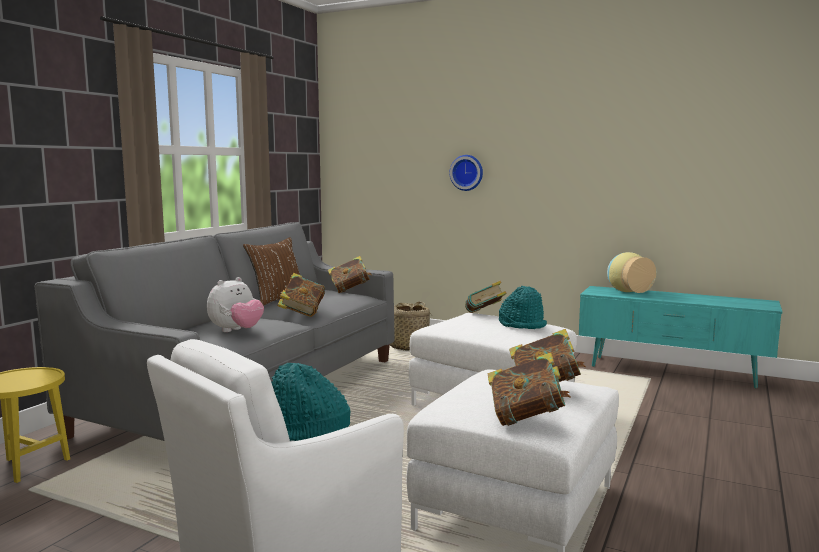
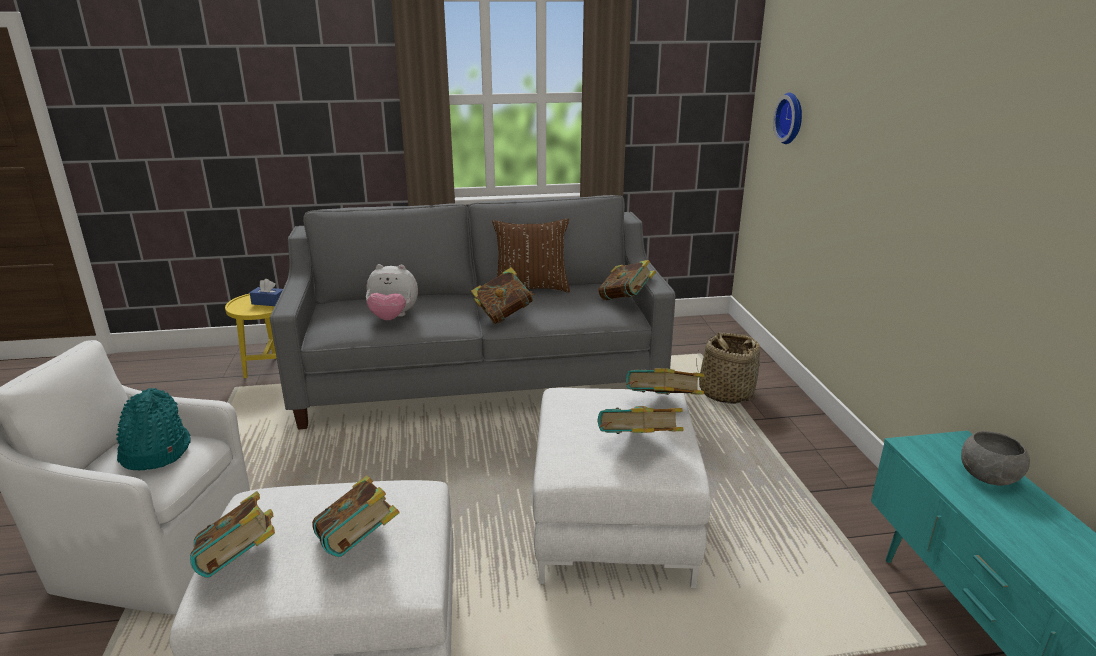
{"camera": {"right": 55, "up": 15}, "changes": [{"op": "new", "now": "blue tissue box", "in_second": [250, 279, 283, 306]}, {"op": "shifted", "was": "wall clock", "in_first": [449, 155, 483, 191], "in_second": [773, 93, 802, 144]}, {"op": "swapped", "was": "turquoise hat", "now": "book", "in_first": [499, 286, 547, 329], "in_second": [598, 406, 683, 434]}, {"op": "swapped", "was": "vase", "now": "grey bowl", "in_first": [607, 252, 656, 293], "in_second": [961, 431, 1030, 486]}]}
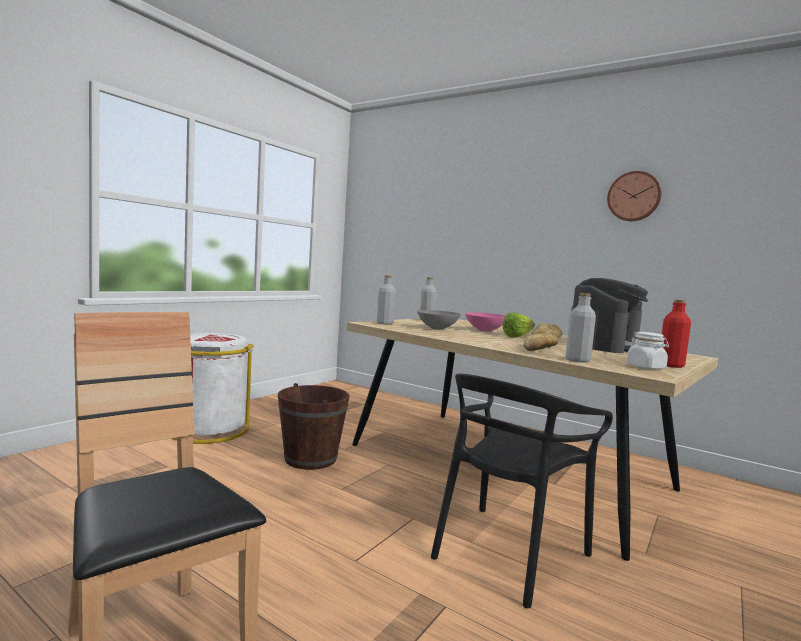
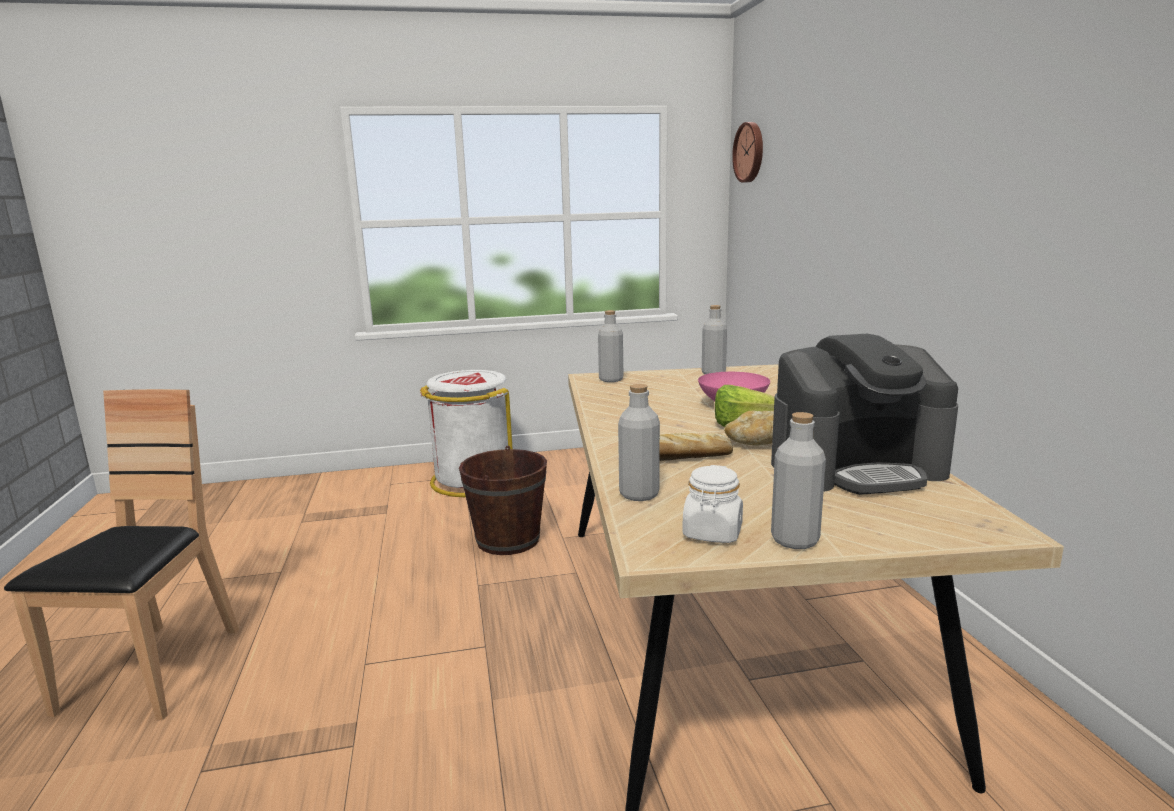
{"camera": {"right": 45, "up": 10}, "changes": [{"op": "gone", "was": "grey bowl", "in_first": [417, 310, 461, 330]}, {"op": "gone", "was": "black chair", "in_first": [431, 374, 613, 608]}, {"op": "shifted", "was": "wall clock", "in_first": [607, 171, 661, 221], "in_second": [732, 122, 763, 182]}, {"op": "repainted", "was": "red bottle", "now": "grey bottle", "in_first": [662, 299, 691, 368], "in_second": [771, 412, 826, 549]}]}
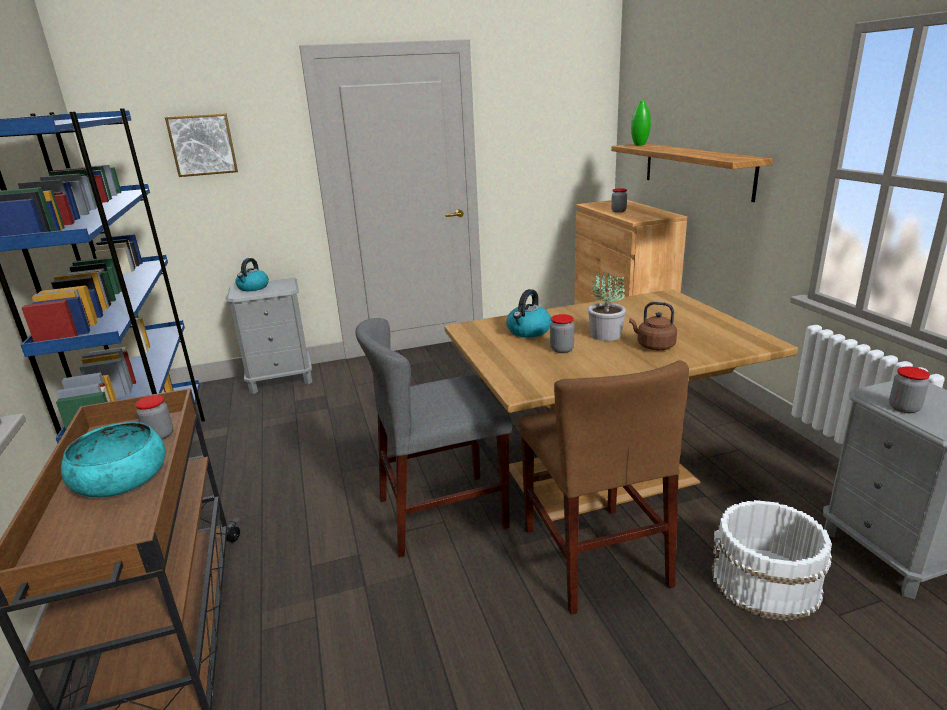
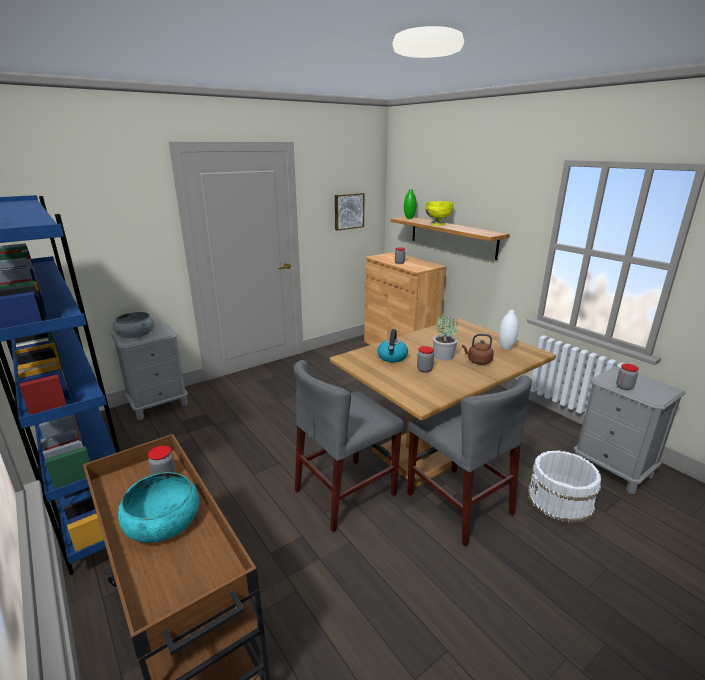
{"camera": {"right": -20, "up": 0}, "changes": [{"op": "new", "now": "yellow bowl", "in_second": [425, 201, 454, 226]}, {"op": "new", "now": "white vase", "in_second": [499, 310, 519, 350]}, {"op": "shifted", "was": "picture", "in_first": [165, 113, 238, 177], "in_second": [335, 193, 365, 231]}, {"op": "swapped", "was": "kettle", "now": "grey bowl", "in_first": [235, 258, 269, 291], "in_second": [113, 312, 154, 338]}, {"op": "repainted", "was": "brown chair", "now": "grey chair", "in_first": [518, 360, 689, 615], "in_second": [407, 375, 532, 547]}]}
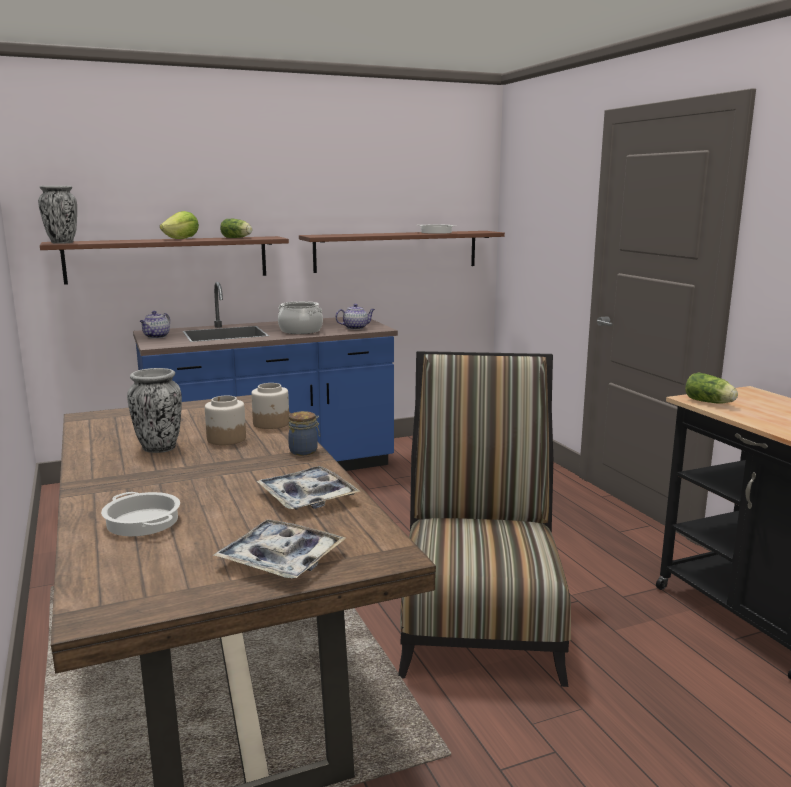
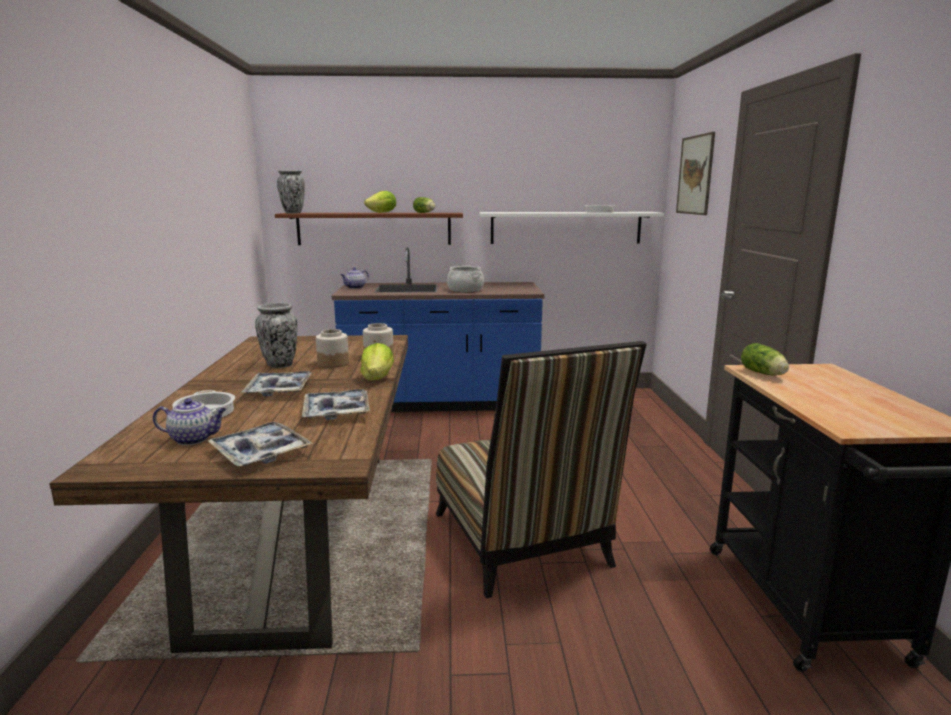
{"camera": {"right": 20, "up": 0}, "changes": [{"op": "new", "now": "tray", "in_second": [242, 371, 313, 396]}, {"op": "new", "now": "picture", "in_second": [676, 132, 715, 215]}, {"op": "shifted", "was": "teapot", "in_first": [335, 304, 375, 330], "in_second": [153, 398, 227, 445]}, {"op": "swapped", "was": "jar", "now": "lettuce", "in_first": [288, 411, 320, 455], "in_second": [361, 343, 394, 380]}, {"op": "repainted", "was": "brown shelf", "now": "white shelf", "in_first": [299, 231, 505, 273], "in_second": [479, 212, 664, 244]}, {"op": "rotated", "was": "chair", "in_first": [398, 351, 571, 687], "in_second": [436, 341, 647, 598], "clockwise": 135}]}
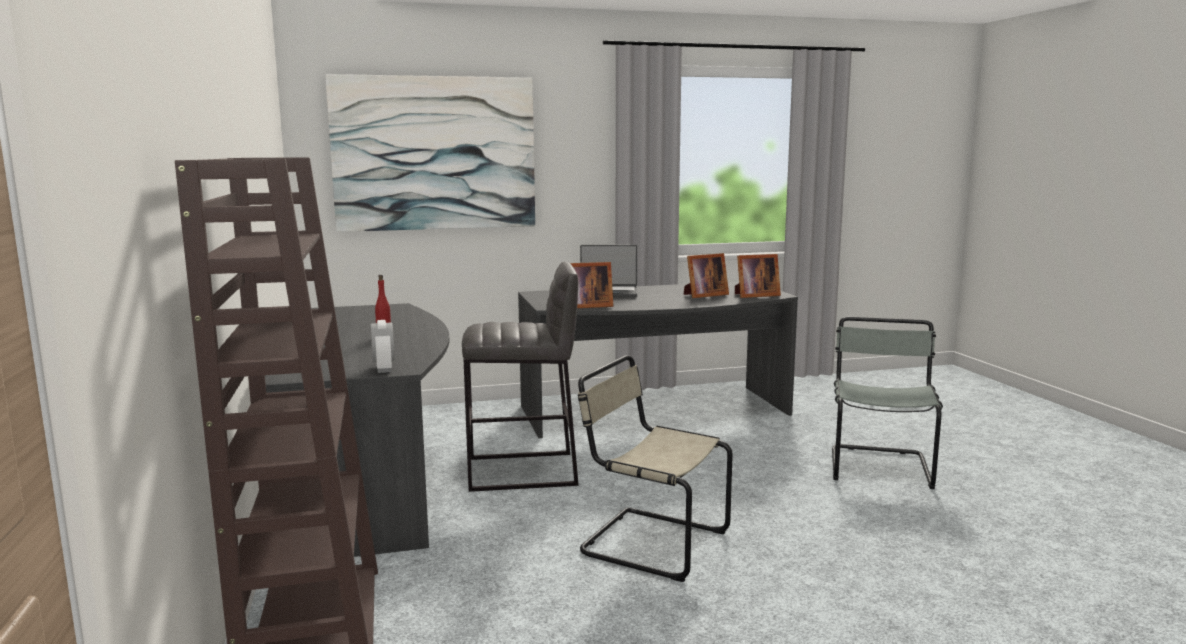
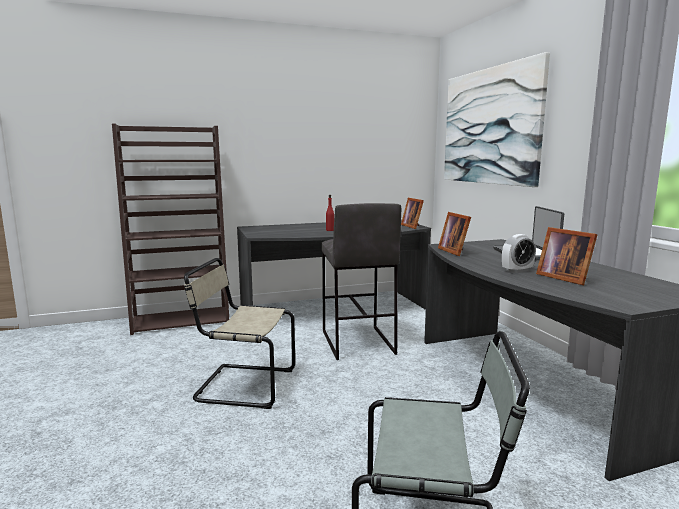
{"camera": {"right": 85, "up": 0}, "changes": [{"op": "shifted", "was": "alarm clock", "in_first": [370, 320, 395, 373], "in_second": [502, 234, 536, 273]}, {"op": "shifted", "was": "picture frame", "in_first": [735, 254, 781, 298], "in_second": [401, 198, 424, 229]}, {"op": "rotated", "was": "beige chair", "in_first": [578, 355, 733, 582], "in_second": [184, 258, 295, 409], "clockwise": -105}]}
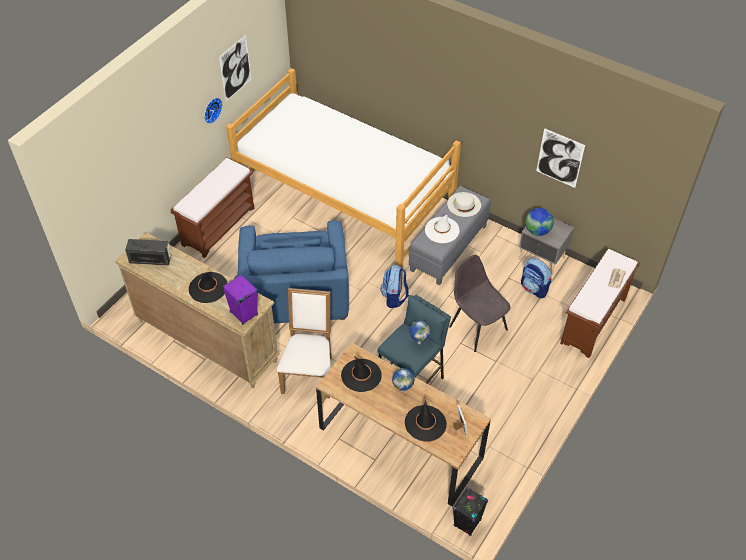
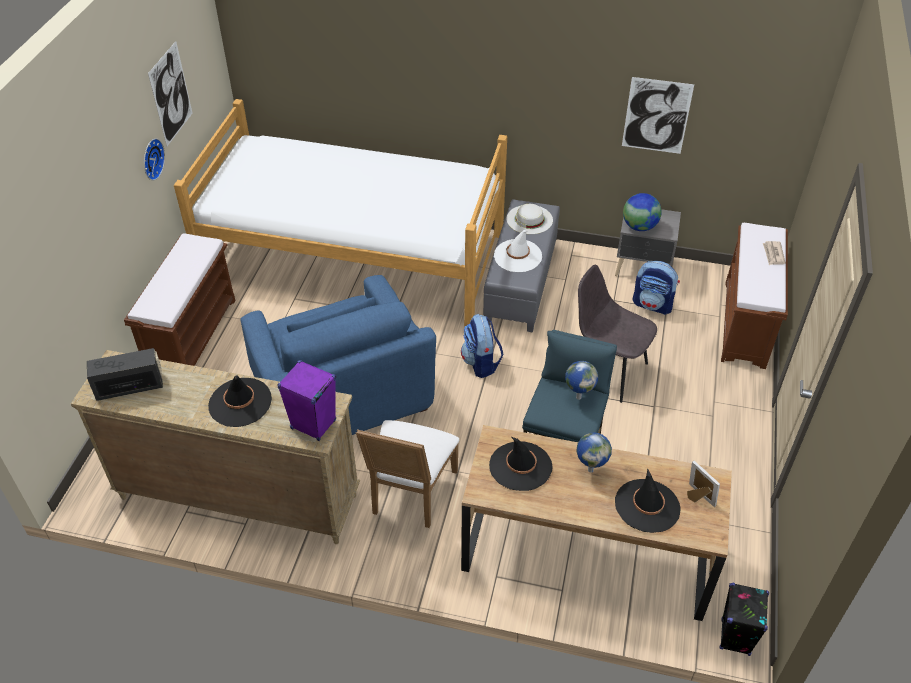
{"camera": {"right": -20, "up": -5}, "changes": [{"op": "rotated", "was": "white chair", "in_first": [277, 288, 332, 398], "in_second": [356, 420, 459, 528], "clockwise": -150}]}
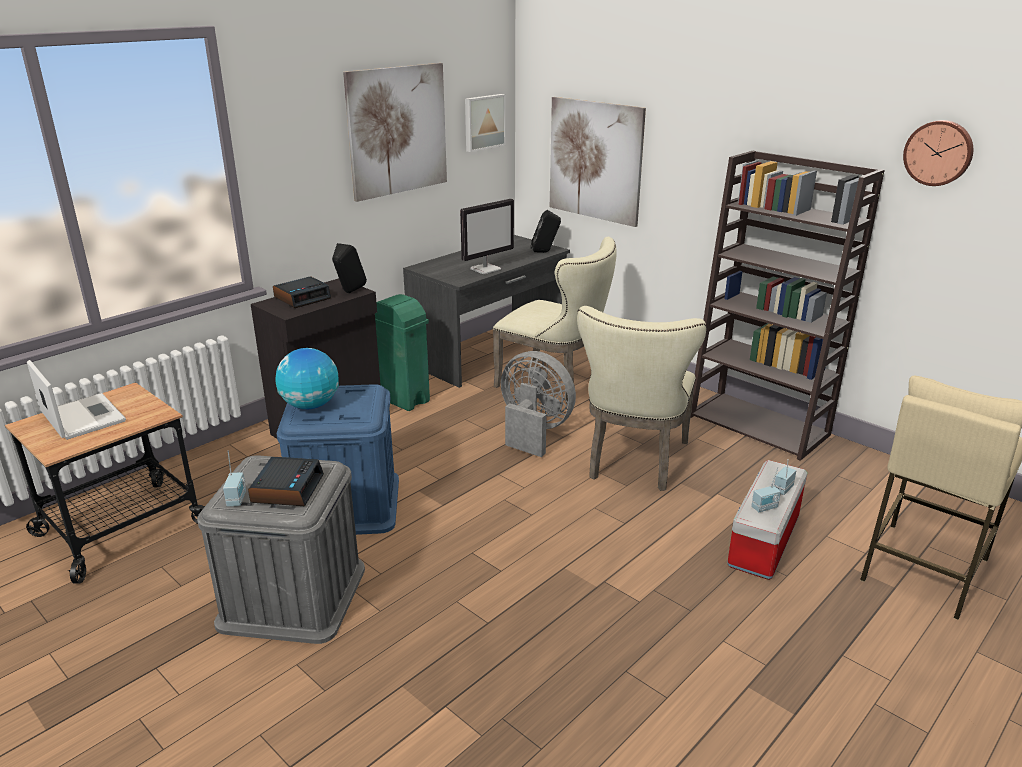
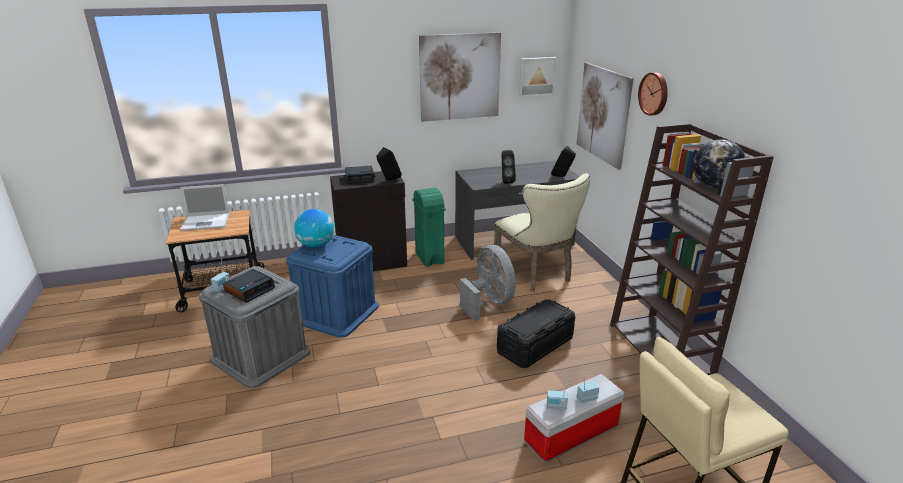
{"camera": {"right": 30, "up": 0}, "changes": [{"op": "new", "now": "globe", "in_second": [693, 139, 746, 189]}, {"op": "shifted", "was": "wall clock", "in_first": [903, 120, 973, 186], "in_second": [638, 72, 668, 116]}, {"op": "swapped", "was": "monitor", "now": "black speaker", "in_first": [460, 199, 514, 274], "in_second": [502, 150, 516, 184]}, {"op": "swapped", "was": "beige chair", "now": "black storage box", "in_first": [577, 306, 707, 491], "in_second": [497, 299, 575, 368]}, {"op": "rotated", "was": "laptop", "in_first": [27, 360, 126, 440], "in_second": [180, 184, 229, 231], "clockwise": 90}]}
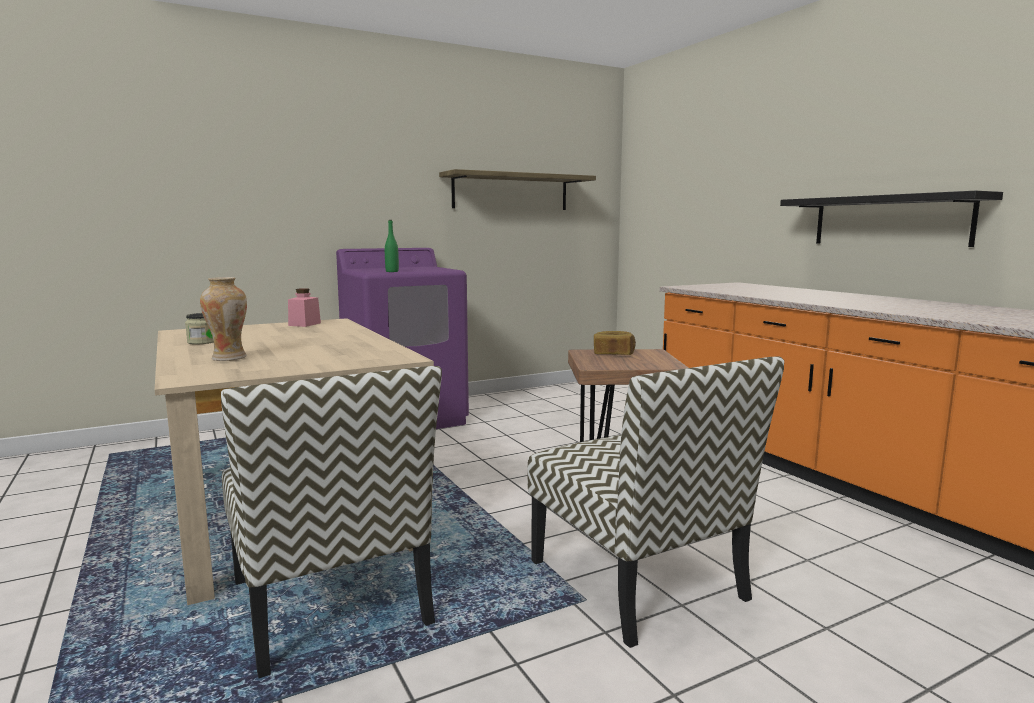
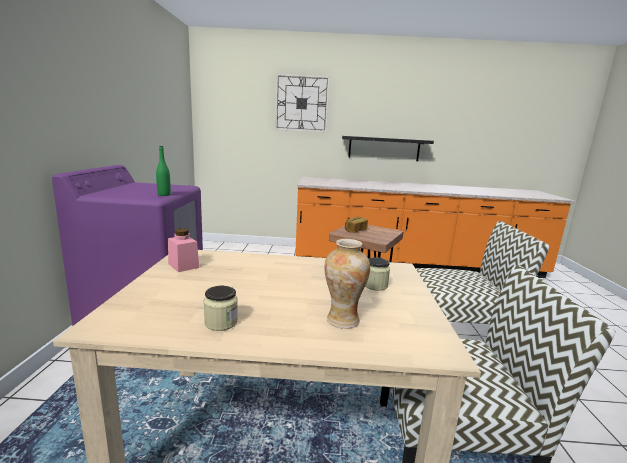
{"camera": {"right": -60, "up": 5}, "changes": [{"op": "gone", "was": "shelf", "in_first": [439, 169, 596, 210]}, {"op": "new", "now": "wall clock", "in_second": [275, 74, 330, 133]}, {"op": "new", "now": "jar", "in_second": [365, 257, 390, 291]}]}
